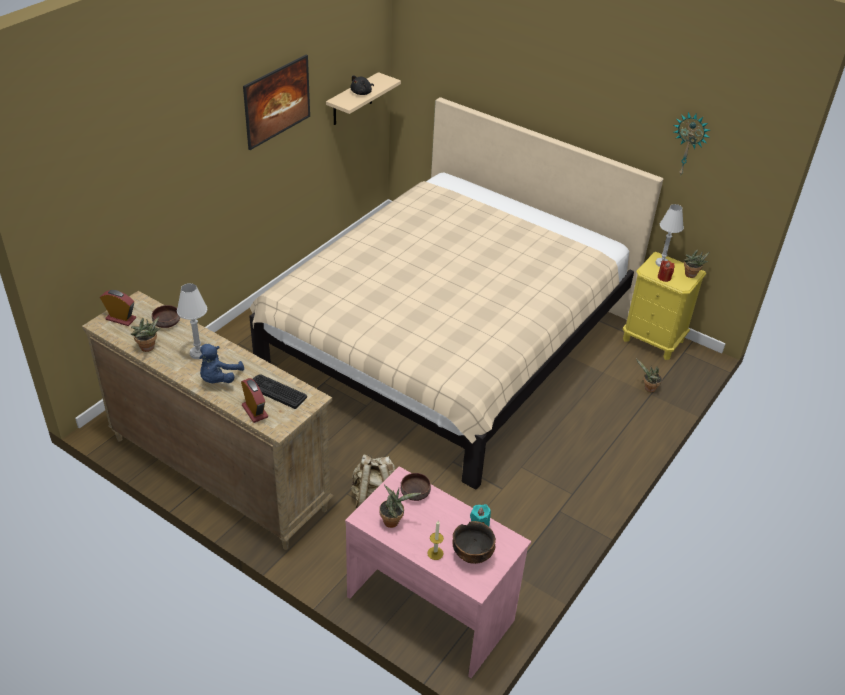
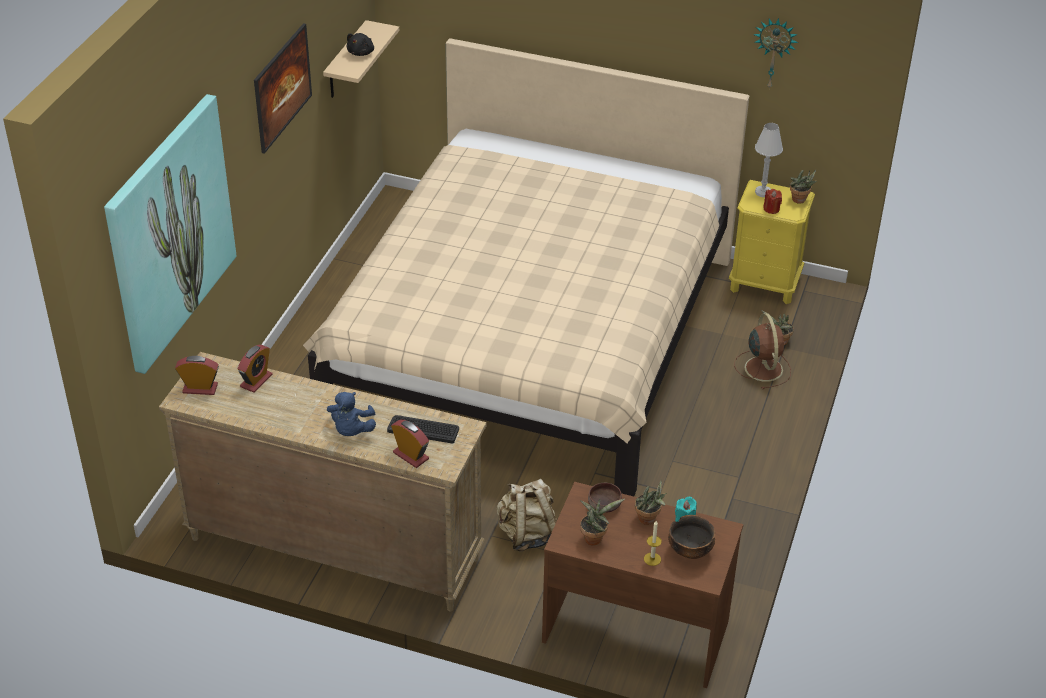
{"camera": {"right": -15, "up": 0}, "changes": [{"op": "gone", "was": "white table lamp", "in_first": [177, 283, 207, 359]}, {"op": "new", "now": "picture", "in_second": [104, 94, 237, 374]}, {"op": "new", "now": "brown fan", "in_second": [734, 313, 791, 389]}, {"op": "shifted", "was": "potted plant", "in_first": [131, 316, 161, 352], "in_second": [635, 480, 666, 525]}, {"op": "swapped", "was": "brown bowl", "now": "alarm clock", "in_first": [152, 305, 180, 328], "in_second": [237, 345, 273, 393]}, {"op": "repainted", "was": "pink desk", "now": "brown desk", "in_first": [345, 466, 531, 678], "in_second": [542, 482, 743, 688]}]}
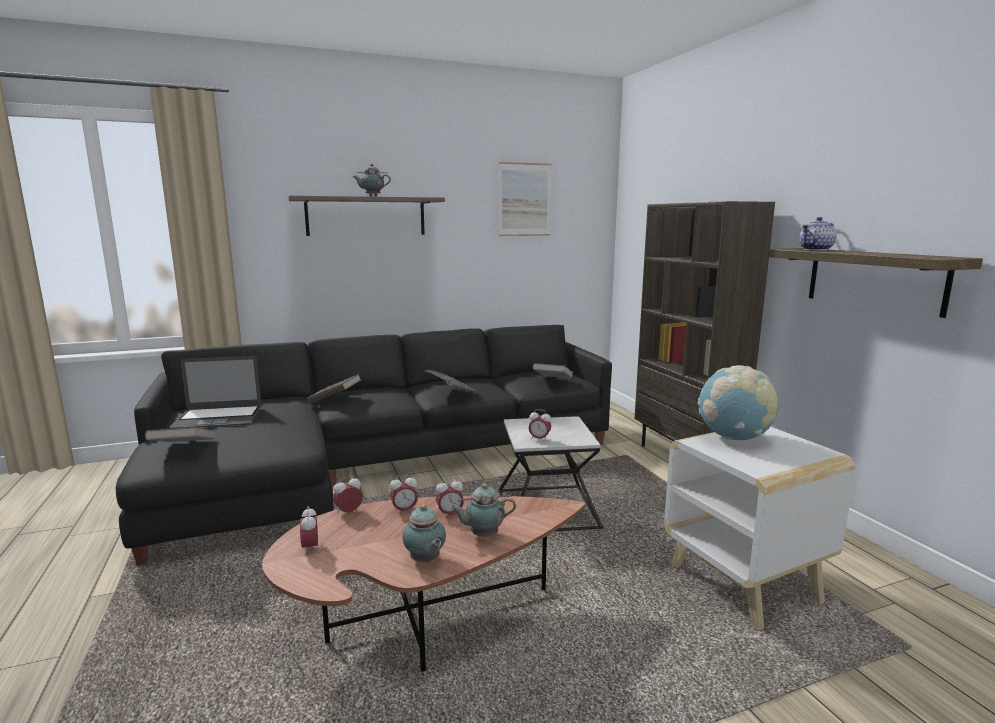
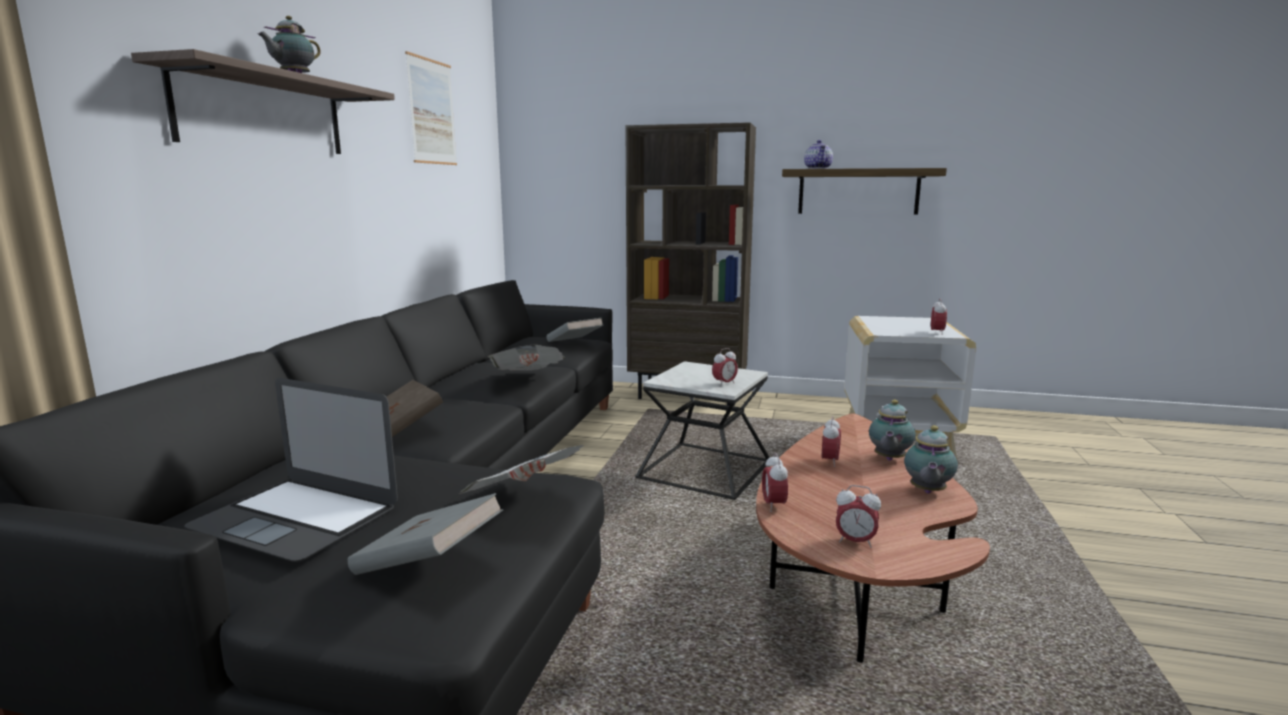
{"camera": {"right": -55, "up": 0}, "changes": [{"op": "gone", "was": "globe", "in_first": [698, 365, 779, 440]}, {"op": "new", "now": "newspaper", "in_second": [459, 445, 584, 494]}, {"op": "shifted", "was": "alarm clock", "in_first": [390, 474, 418, 514], "in_second": [931, 298, 947, 335]}, {"op": "rotated", "was": "laptop", "in_first": [169, 356, 261, 429], "in_second": [184, 378, 398, 562], "clockwise": 90}, {"op": "rotated", "was": "teapot", "in_first": [402, 504, 446, 563], "in_second": [904, 425, 958, 494], "clockwise": 105}]}
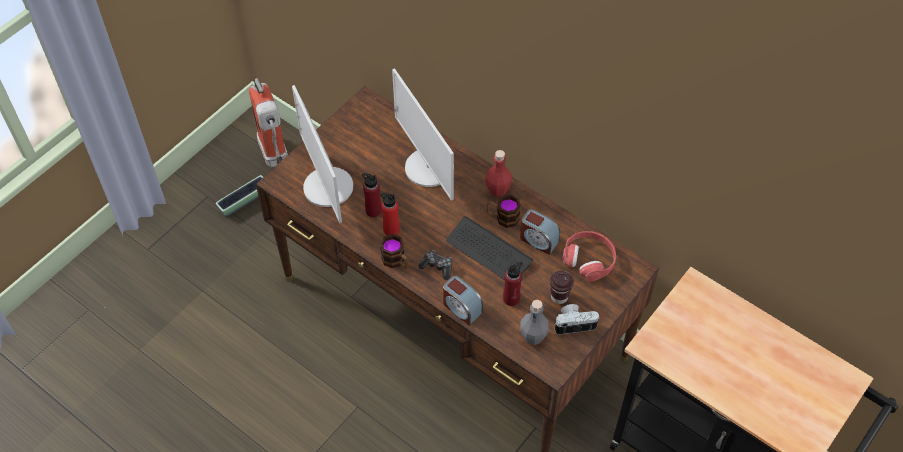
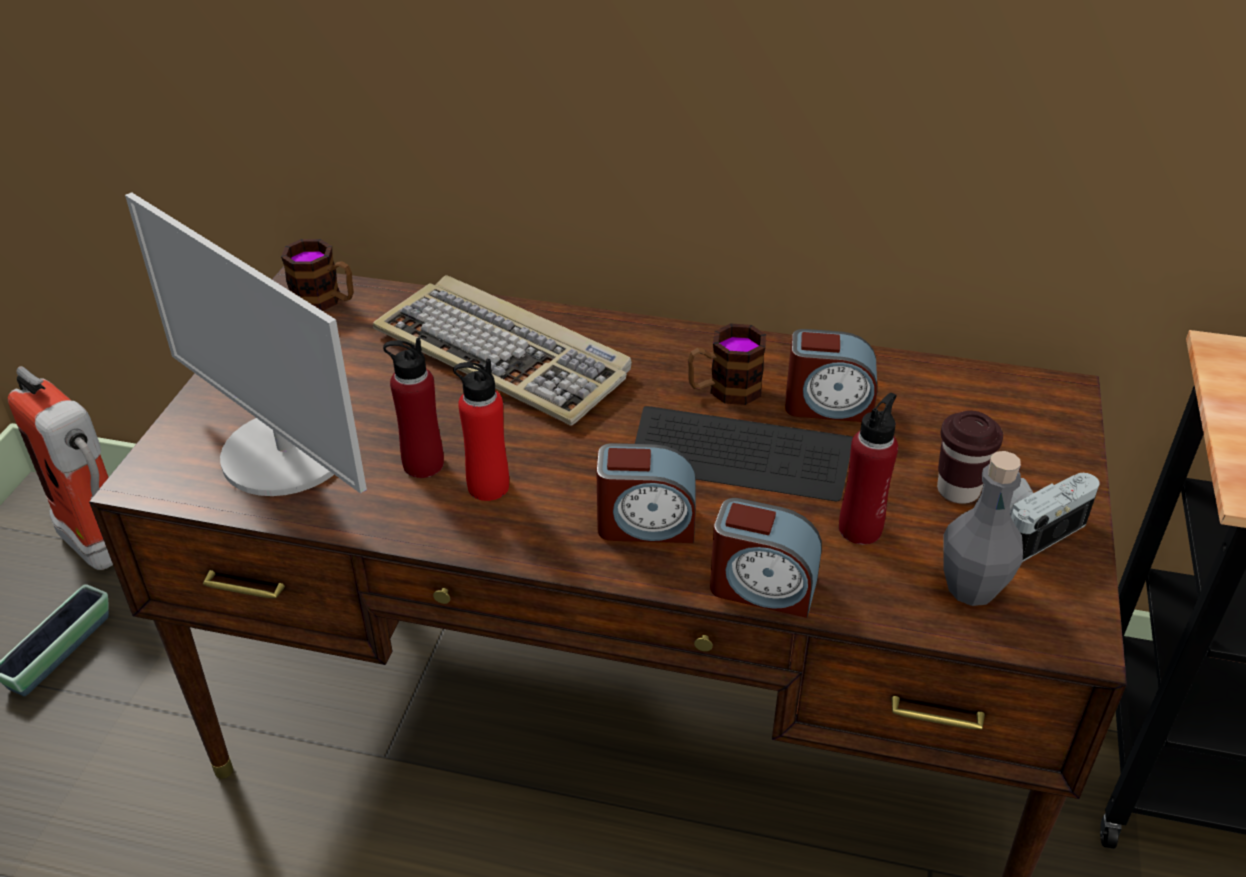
{"camera": {"right": -25, "up": -15}, "changes": [{"op": "gone", "was": "red bottle", "in_first": [485, 150, 512, 197]}, {"op": "gone", "was": "red headphones", "in_first": [562, 231, 616, 282]}, {"op": "shifted", "was": "mug", "in_first": [380, 234, 408, 269], "in_second": [281, 239, 354, 311]}, {"op": "swapped", "was": "monitor", "now": "keyboard", "in_first": [392, 68, 454, 201], "in_second": [373, 275, 632, 426]}, {"op": "swapped", "was": "game controller", "now": "alarm clock", "in_first": [419, 250, 452, 280], "in_second": [596, 443, 696, 543]}]}
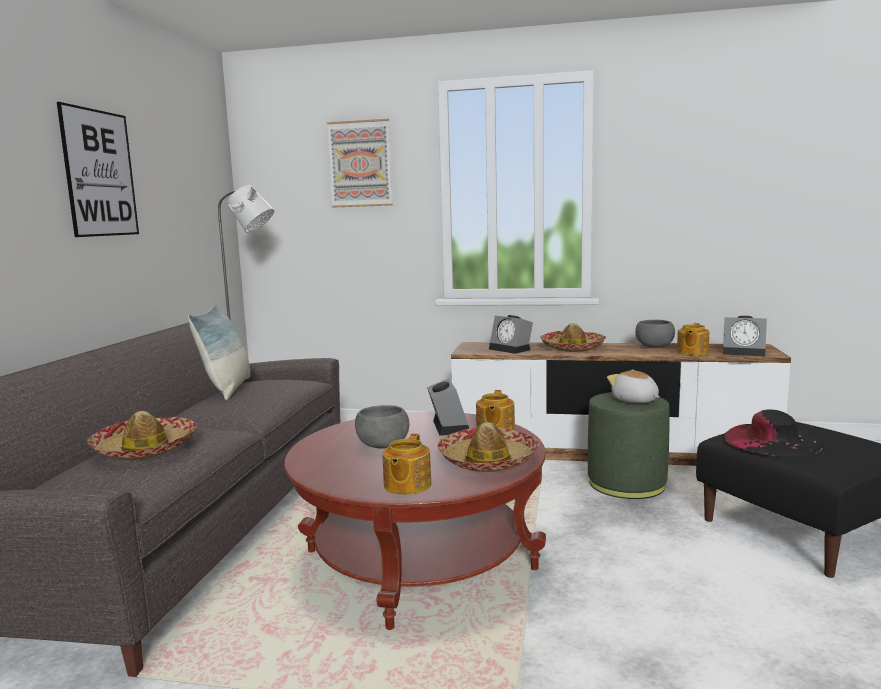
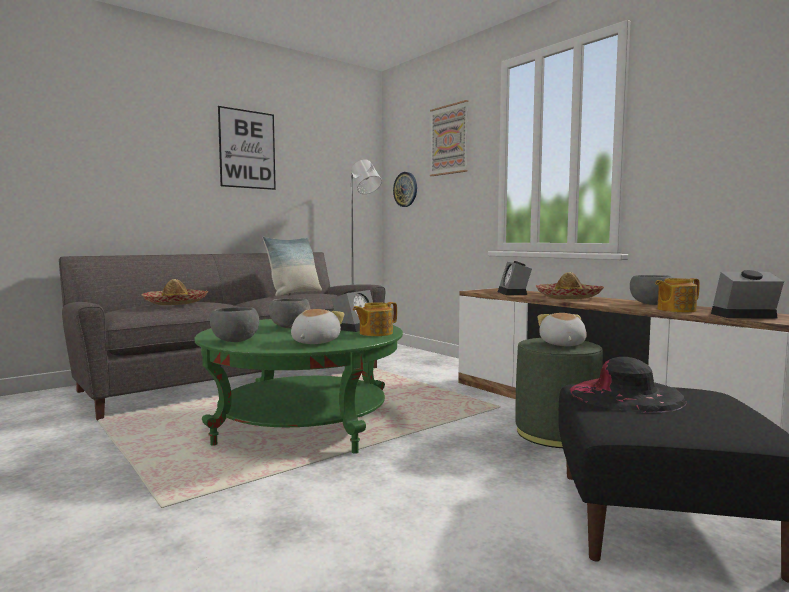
{"camera": {"right": 40, "up": -5}, "changes": [{"op": "new", "now": "wall clock", "in_second": [393, 172, 417, 207]}, {"op": "swapped", "was": "teapot", "now": "grey bowl", "in_first": [382, 434, 432, 495], "in_second": [210, 307, 259, 342]}, {"op": "swapped", "was": "hat", "now": "plush toy", "in_first": [438, 422, 539, 472], "in_second": [291, 309, 344, 344]}, {"op": "repainted", "was": "red coffee table", "now": "green coffee table", "in_first": [284, 411, 546, 630], "in_second": [195, 319, 403, 454]}, {"op": "rotated", "was": "alarm clock", "in_first": [723, 316, 767, 356], "in_second": [711, 270, 784, 319], "clockwise": 120}]}
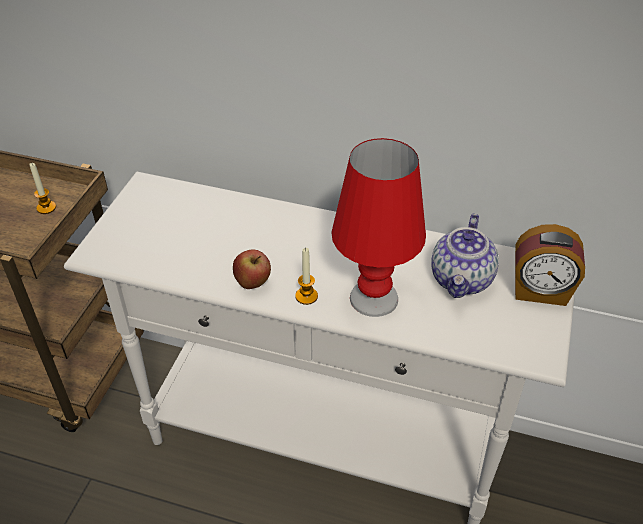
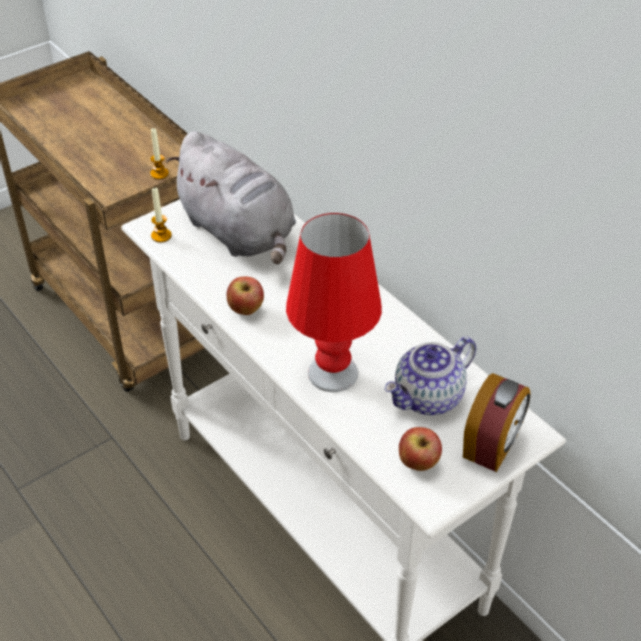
{"camera": {"right": 35, "up": 0}, "changes": [{"op": "new", "now": "grey plush toy", "in_second": [167, 131, 296, 264]}, {"op": "new", "now": "apple", "in_second": [399, 427, 442, 471]}, {"op": "shifted", "was": "candle", "in_first": [295, 248, 318, 305], "in_second": [151, 187, 172, 242]}, {"op": "rotated", "was": "alarm clock", "in_first": [515, 224, 585, 306], "in_second": [463, 373, 530, 472], "clockwise": -105}]}
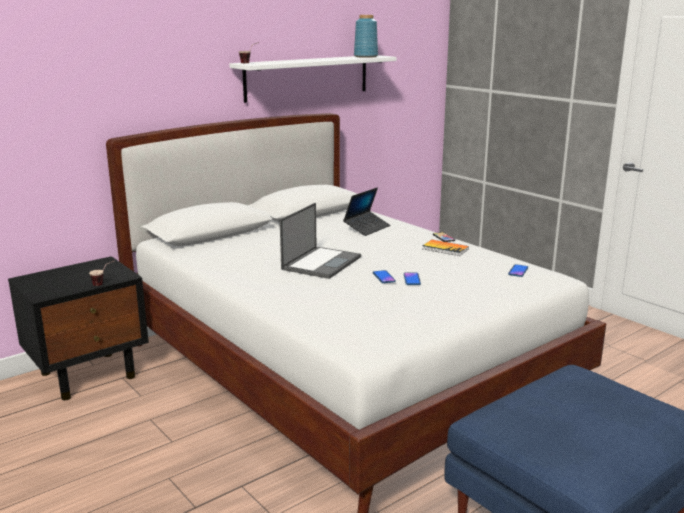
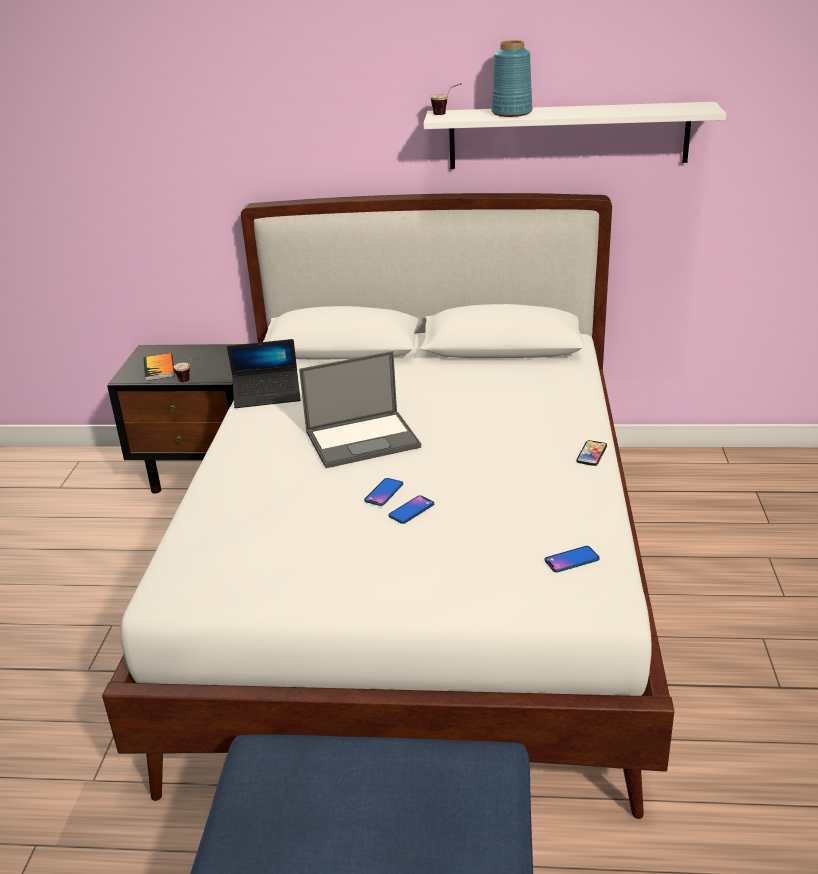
{"camera": {"right": 45, "up": 10}, "changes": [{"op": "shifted", "was": "laptop", "in_first": [343, 187, 390, 236], "in_second": [227, 339, 301, 408]}, {"op": "shifted", "was": "blue vase", "in_first": [354, 15, 378, 58], "in_second": [491, 40, 532, 117]}, {"op": "shifted", "was": "book", "in_first": [422, 240, 469, 256], "in_second": [143, 353, 175, 381]}]}
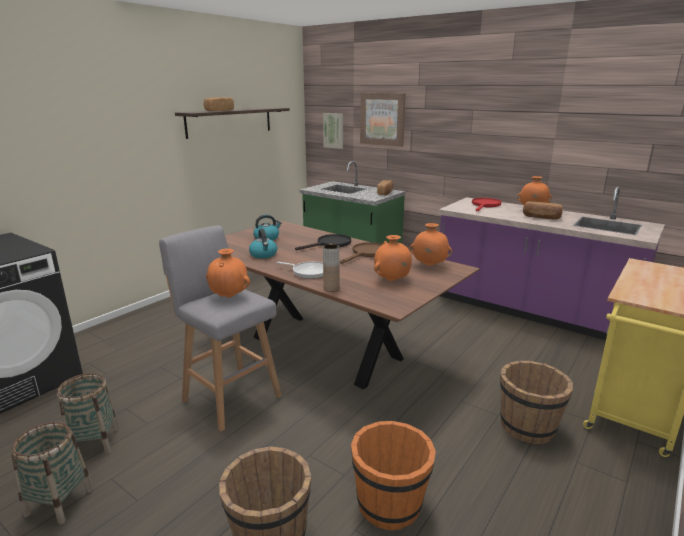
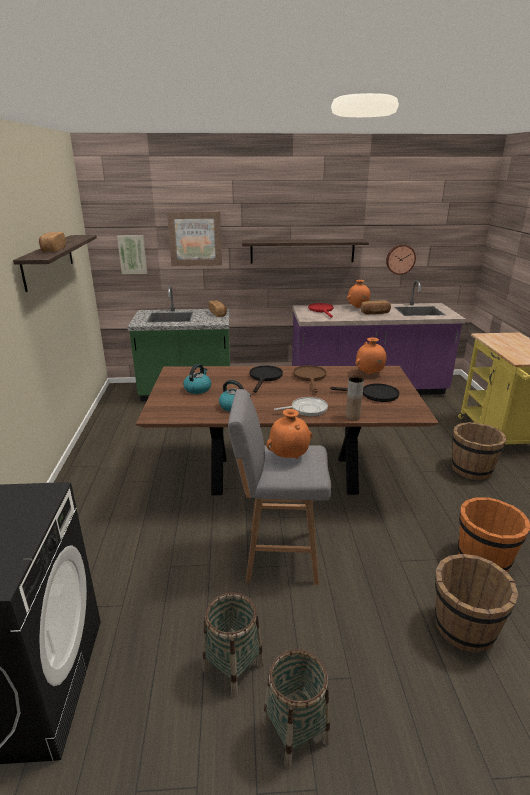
{"camera": {"right": -40, "up": 5}, "changes": [{"op": "new", "now": "shelf", "in_second": [242, 239, 369, 263]}, {"op": "new", "now": "wall clock", "in_second": [386, 244, 416, 275]}, {"op": "swapped", "was": "orange vase", "now": "black frying pan", "in_first": [374, 235, 412, 281], "in_second": [330, 384, 400, 402]}]}
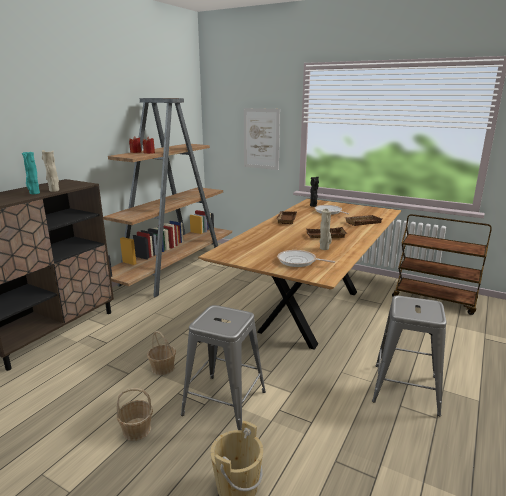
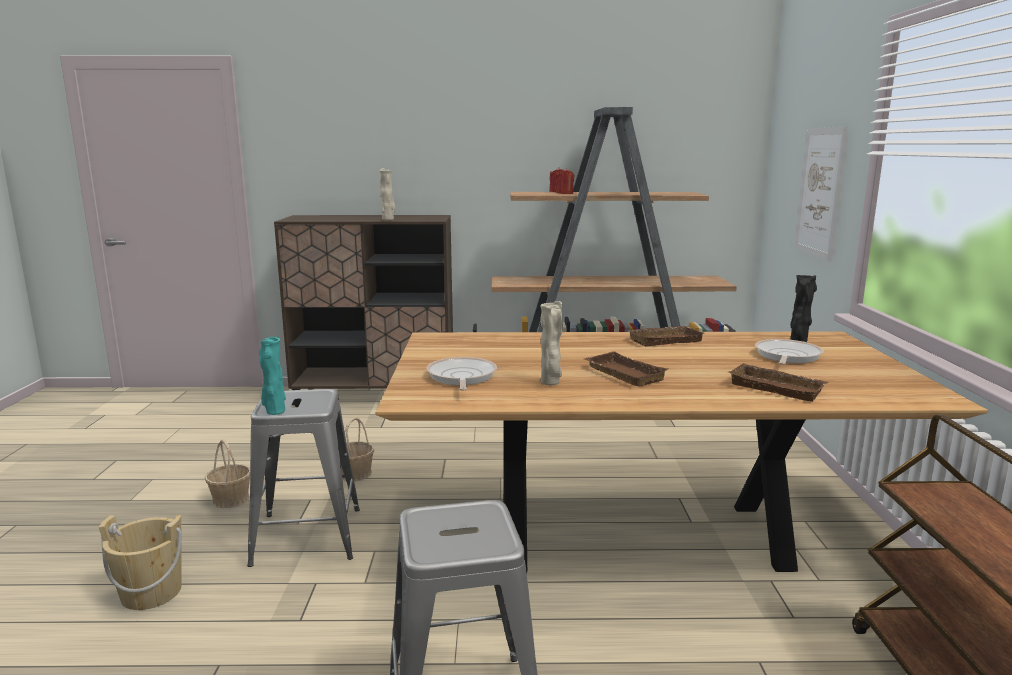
{"camera": {"right": 60, "up": -5}, "changes": [{"op": "shifted", "was": "turquoise vase", "in_first": [22, 152, 40, 194], "in_second": [259, 337, 286, 415]}]}
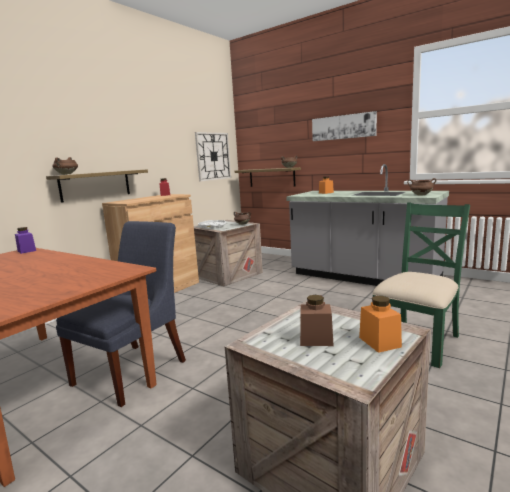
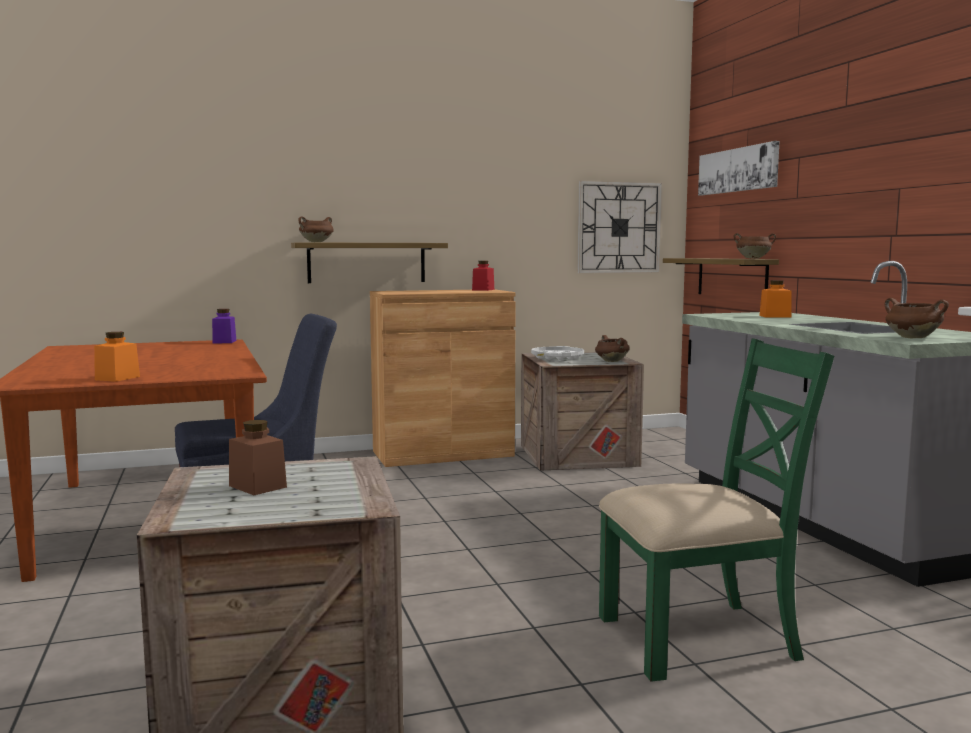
{"camera": {"right": 35, "up": -5}, "changes": [{"op": "shifted", "was": "picture", "in_first": [312, 111, 377, 141], "in_second": [698, 141, 779, 195]}, {"op": "shifted", "was": "orange jar", "in_first": [359, 296, 402, 353], "in_second": [94, 332, 140, 382]}]}
